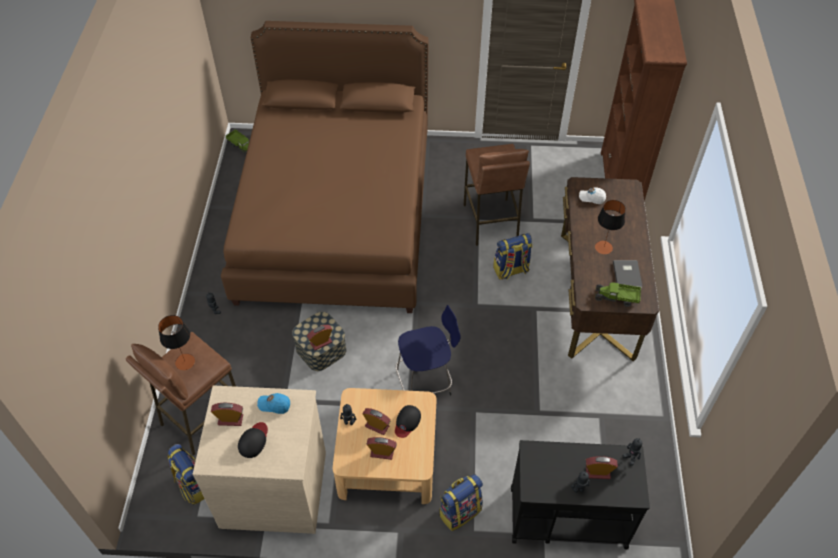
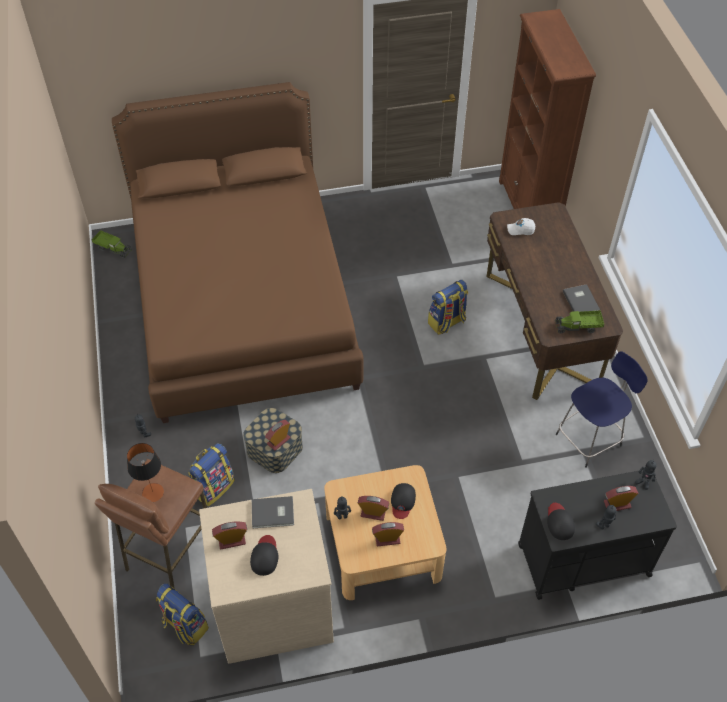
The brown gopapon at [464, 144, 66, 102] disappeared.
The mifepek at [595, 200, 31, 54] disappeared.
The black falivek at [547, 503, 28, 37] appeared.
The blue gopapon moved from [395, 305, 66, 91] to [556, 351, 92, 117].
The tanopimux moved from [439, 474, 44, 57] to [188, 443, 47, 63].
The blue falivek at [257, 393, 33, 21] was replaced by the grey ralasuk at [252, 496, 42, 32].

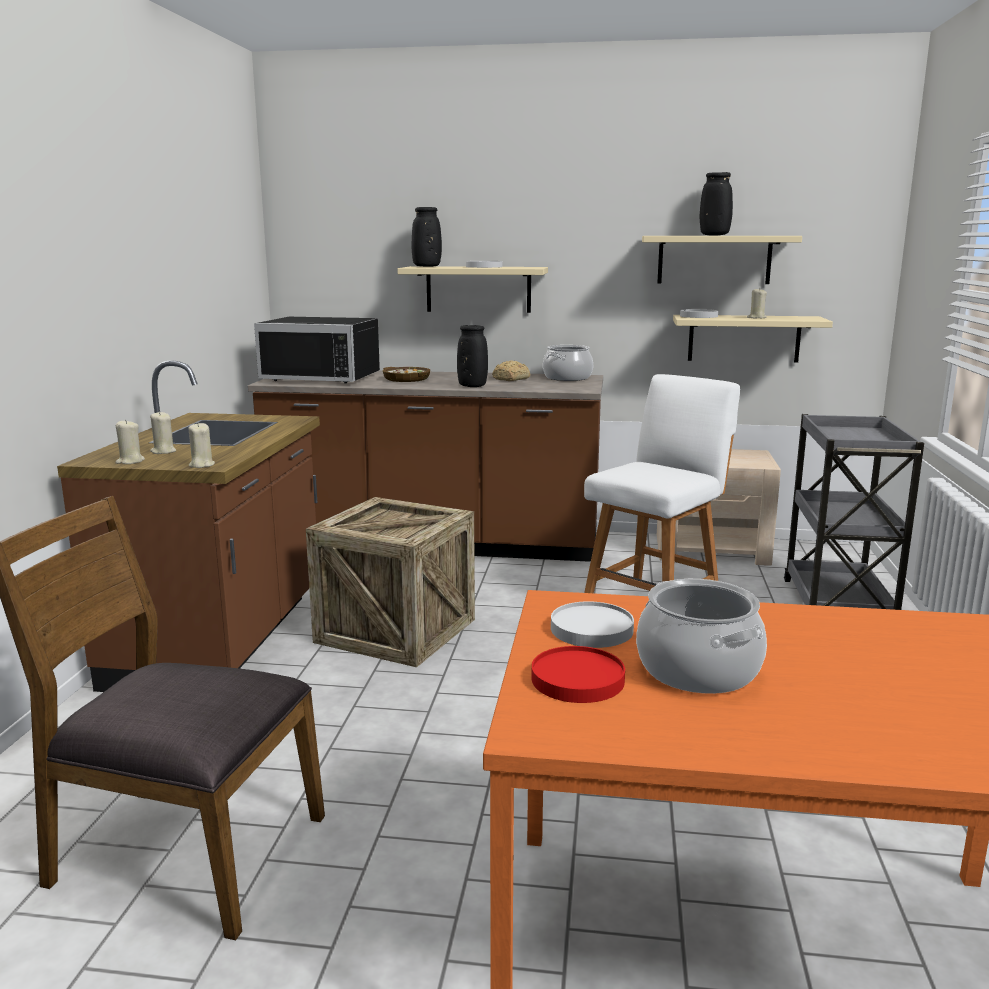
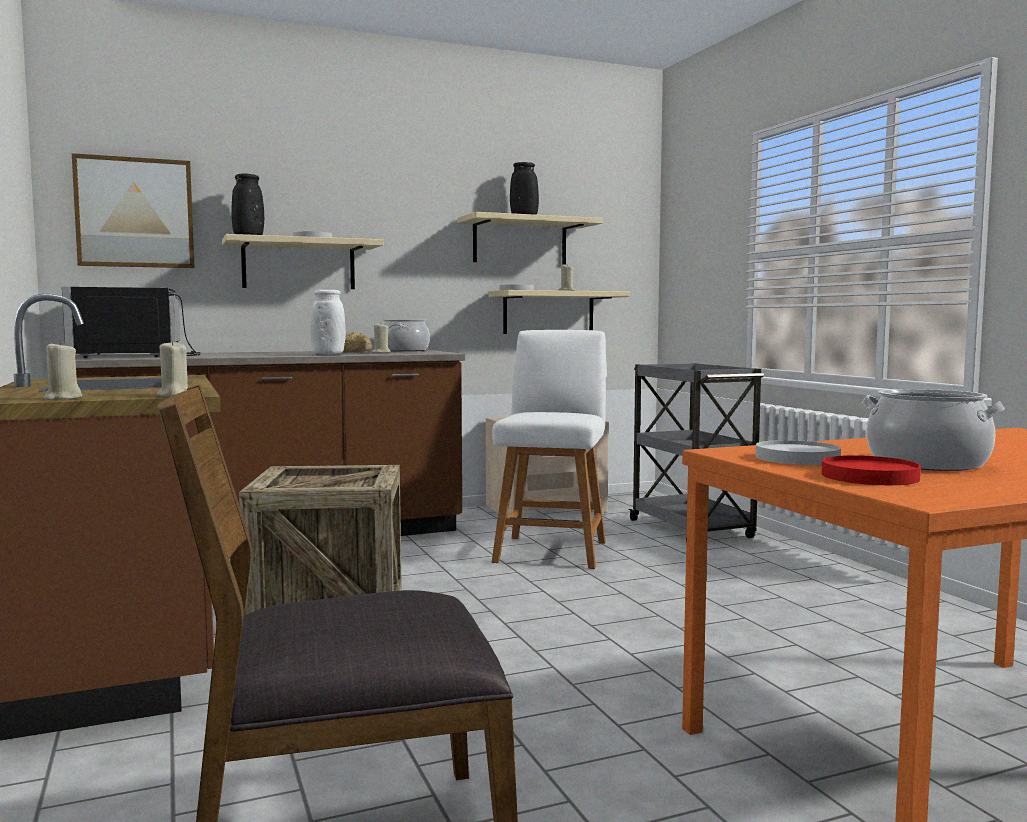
The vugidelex at [383, 367, 47, 15] disappeared.
The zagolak at [72, 153, 123, 115] appeared.
The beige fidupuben moved from [150, 411, 26, 43] to [371, 322, 20, 31].
The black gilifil at [457, 325, 31, 62] became the white gilifil at [311, 290, 35, 65].
The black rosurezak at [254, 317, 126, 67] turned 90 degrees clockwise.

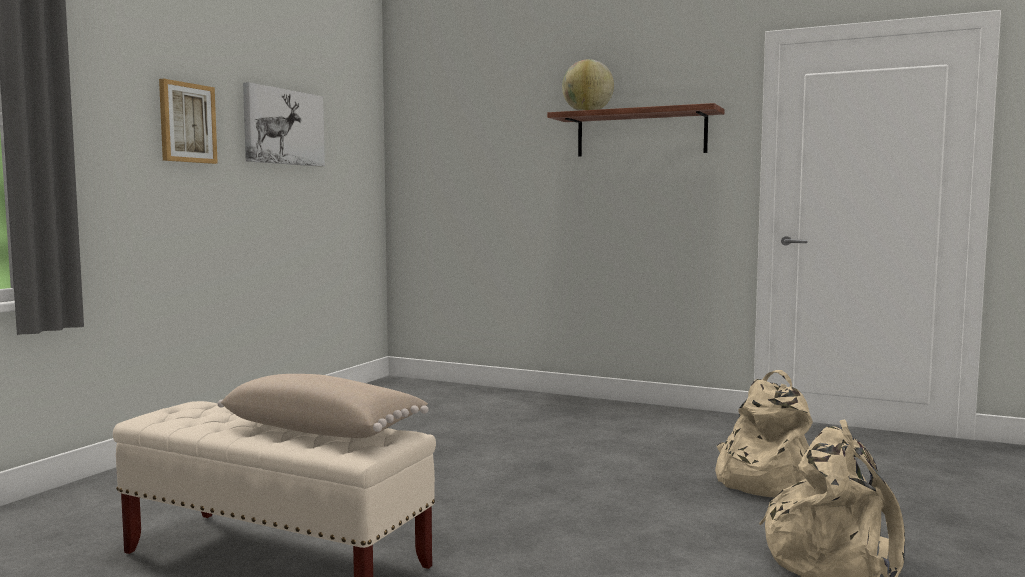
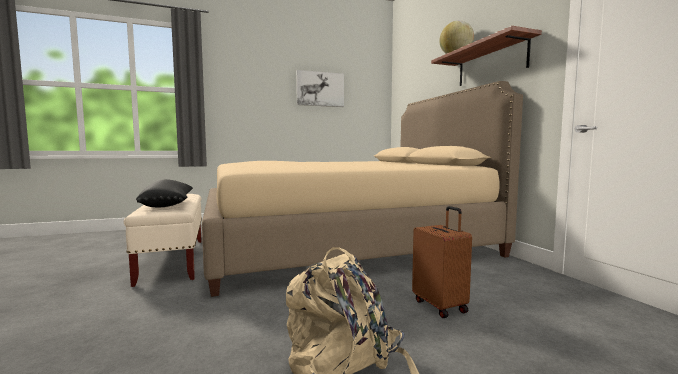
The zagolak at [159, 79, 59, 85] disappeared.
The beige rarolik at [202, 81, 321, 216] appeared.
The beige tanopimux at [715, 370, 98, 127] was replaced by the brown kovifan at [412, 206, 60, 112].
The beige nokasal at [218, 374, 211, 64] became the black nokasal at [136, 179, 57, 28].

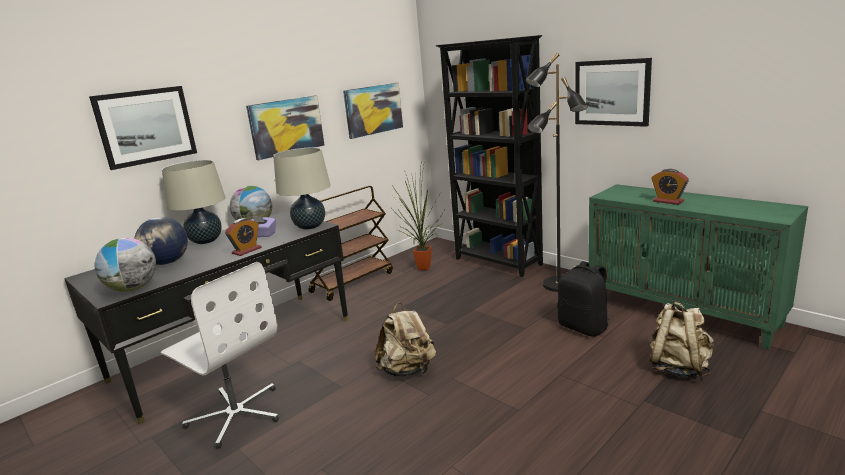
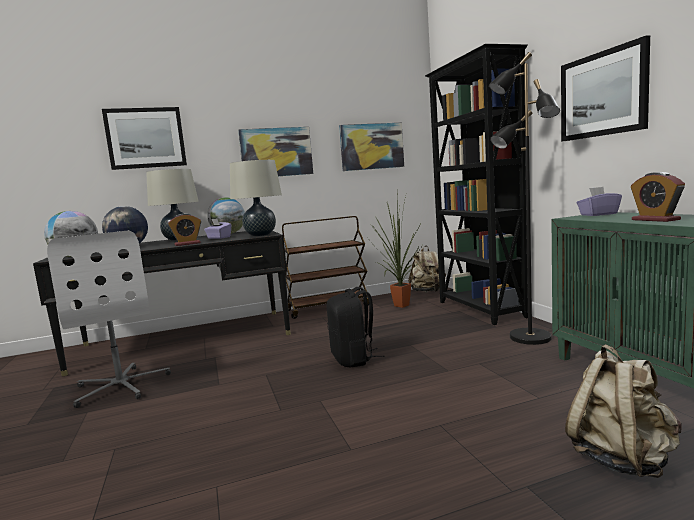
The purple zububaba at [577, 187, 45, 29] appeared.
The beige tanopimux moved from [374, 302, 62, 75] to [408, 246, 38, 47].
The black tanopimux moved from [557, 261, 52, 76] to [326, 287, 59, 80].

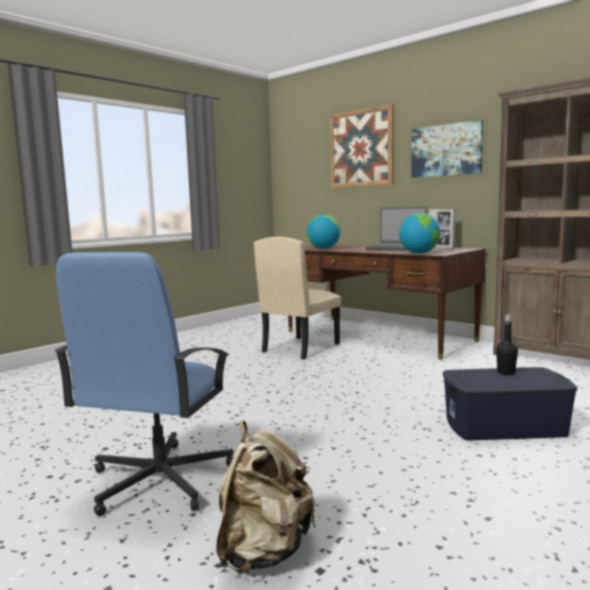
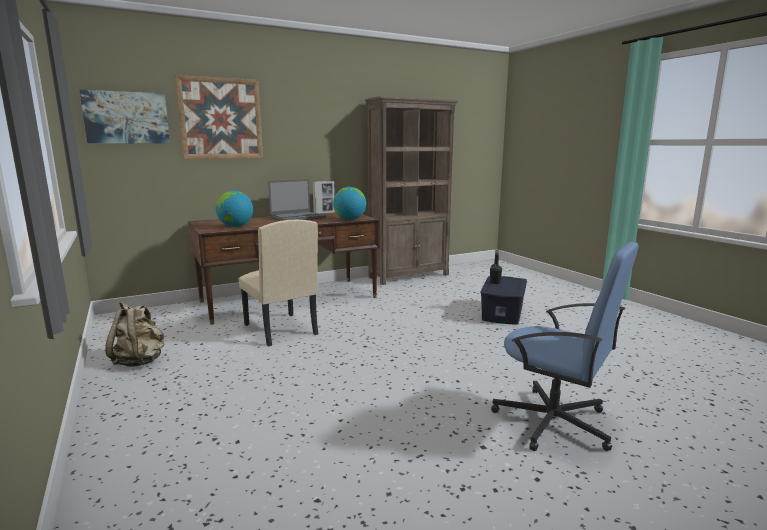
The beige tanopimux moved from [216, 420, 100, 153] to [105, 301, 59, 66].
The zagolak moved from [411, 120, 72, 58] to [80, 90, 90, 53].

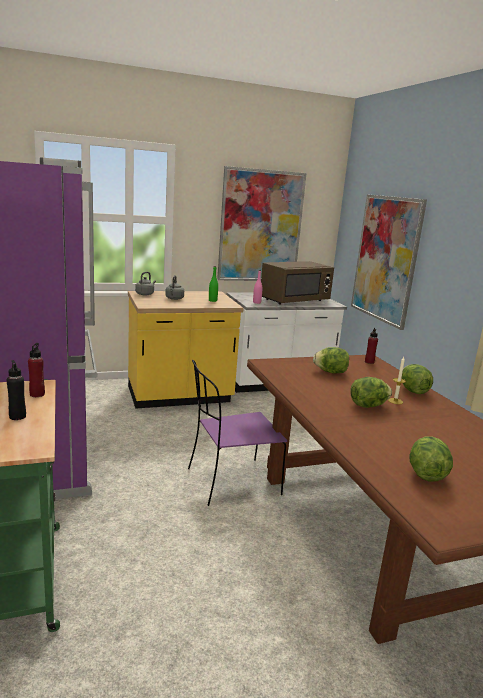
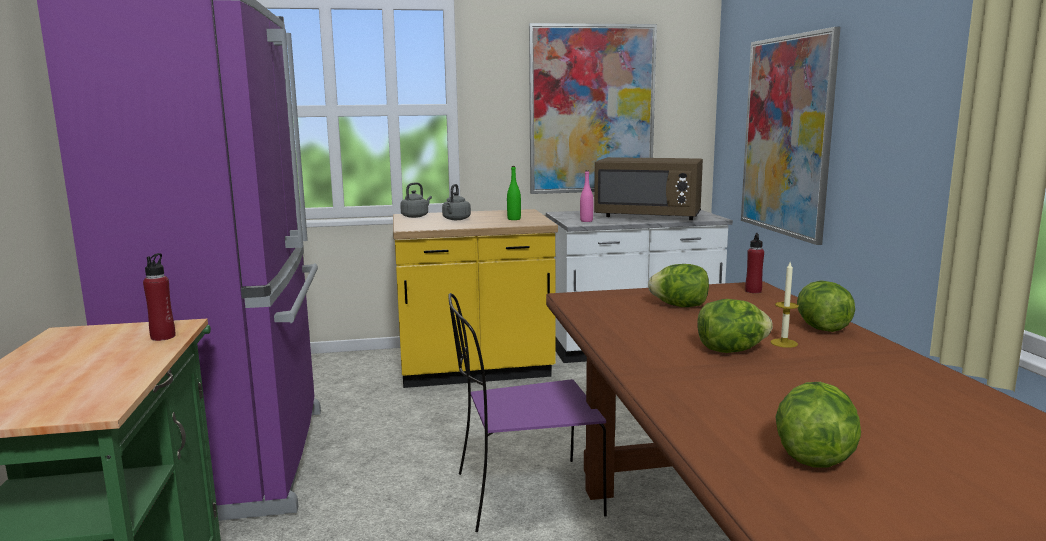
The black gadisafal at [7, 360, 19, 60] disappeared.
The brown rosurezak at [261, 261, 73, 43] turned 45 degrees clockwise.

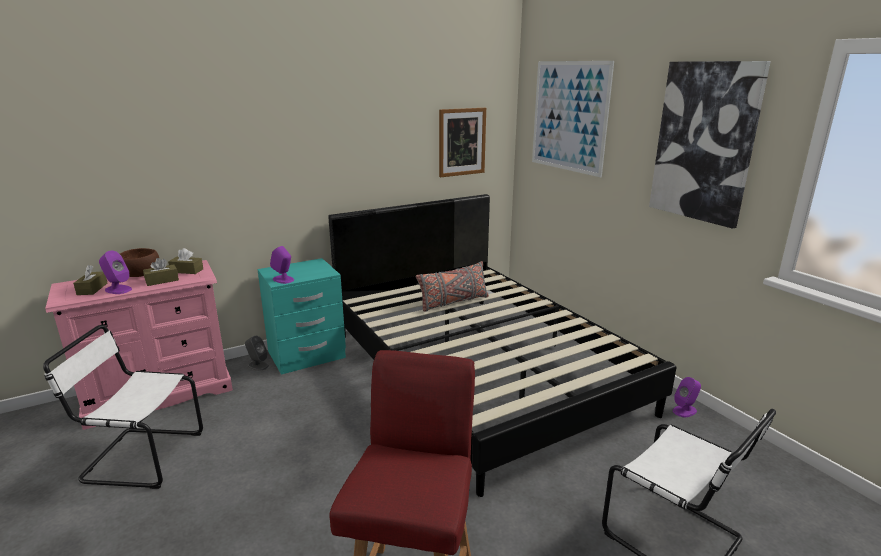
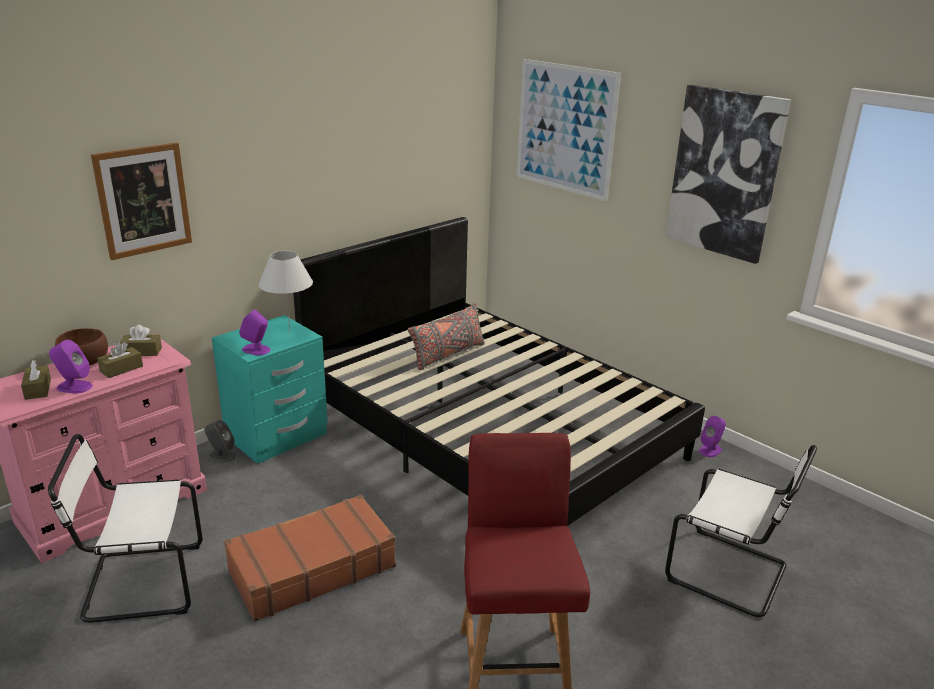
The brown kovifan at [224, 495, 172, 127] appeared.
The white mifepek at [258, 251, 55, 81] appeared.
The zagolak moved from [439, 108, 47, 69] to [91, 143, 101, 117].

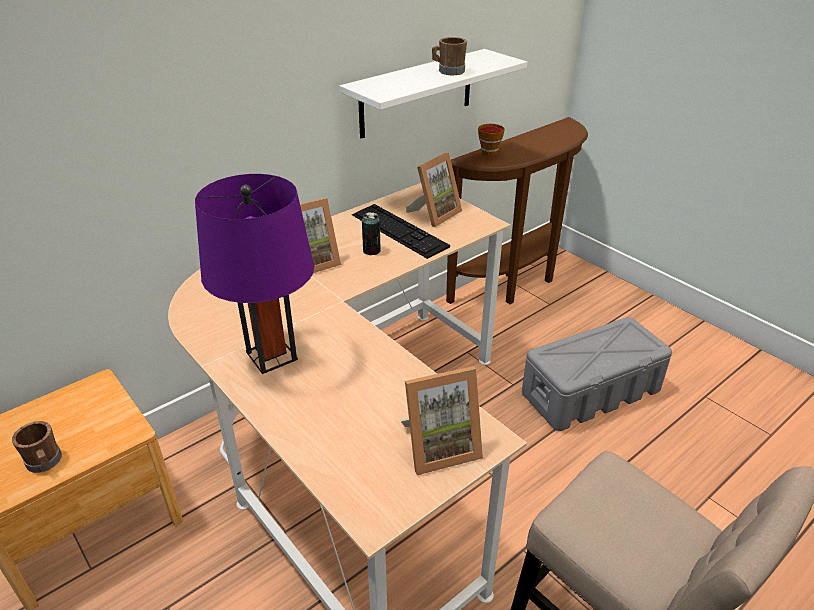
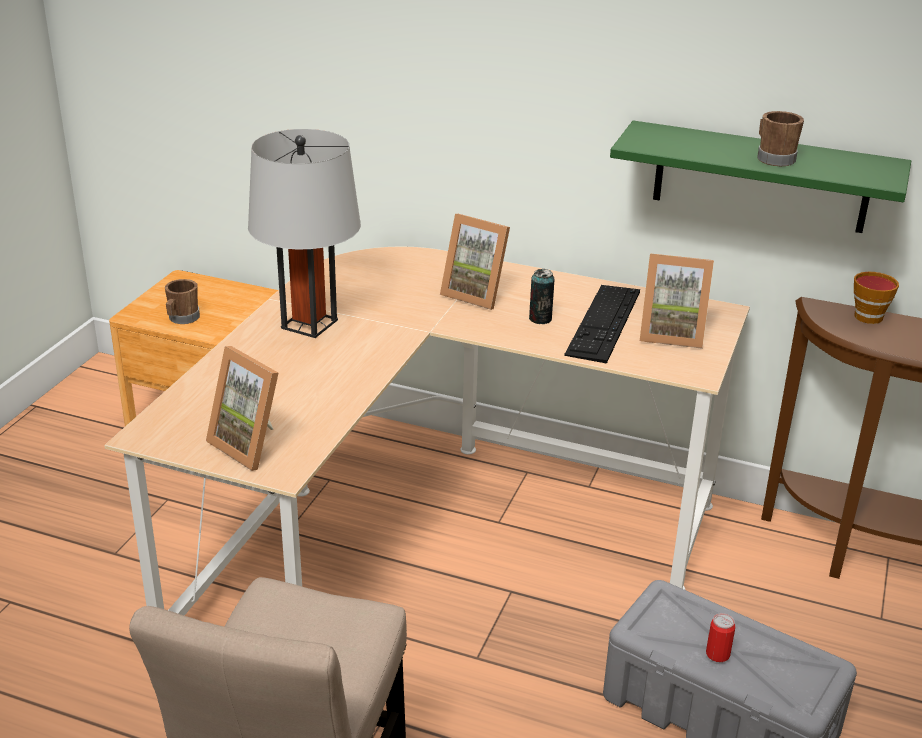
The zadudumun at [706, 613, 29, 49] appeared.
The purple mifepek at [195, 174, 119, 200] became the grey mifepek at [248, 129, 113, 209].
The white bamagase at [339, 49, 188, 89] became the green bamagase at [610, 120, 301, 113].

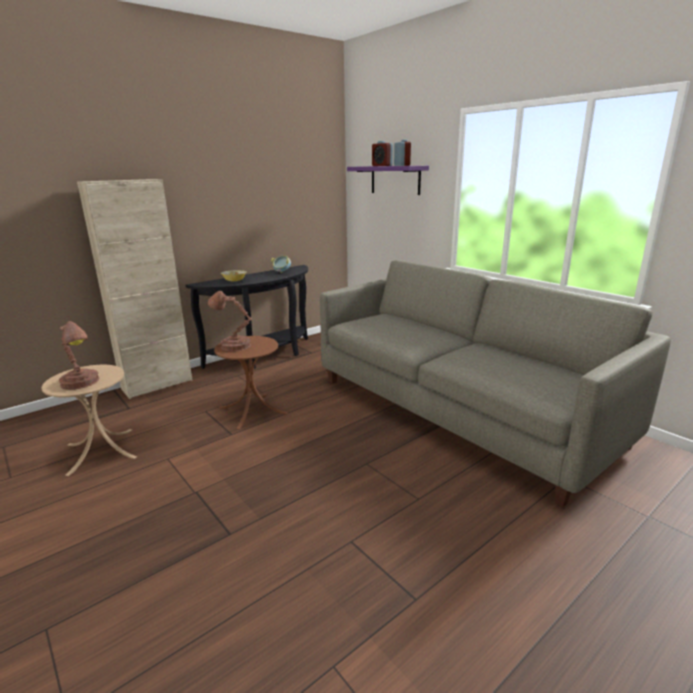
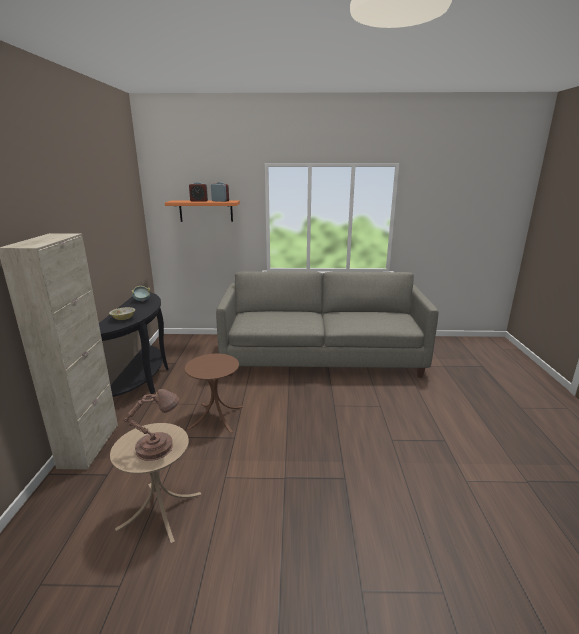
The brown mifepek at [208, 291, 44, 61] disappeared.
The purple bamagase at [347, 166, 82, 29] became the orange bamagase at [165, 200, 75, 22].

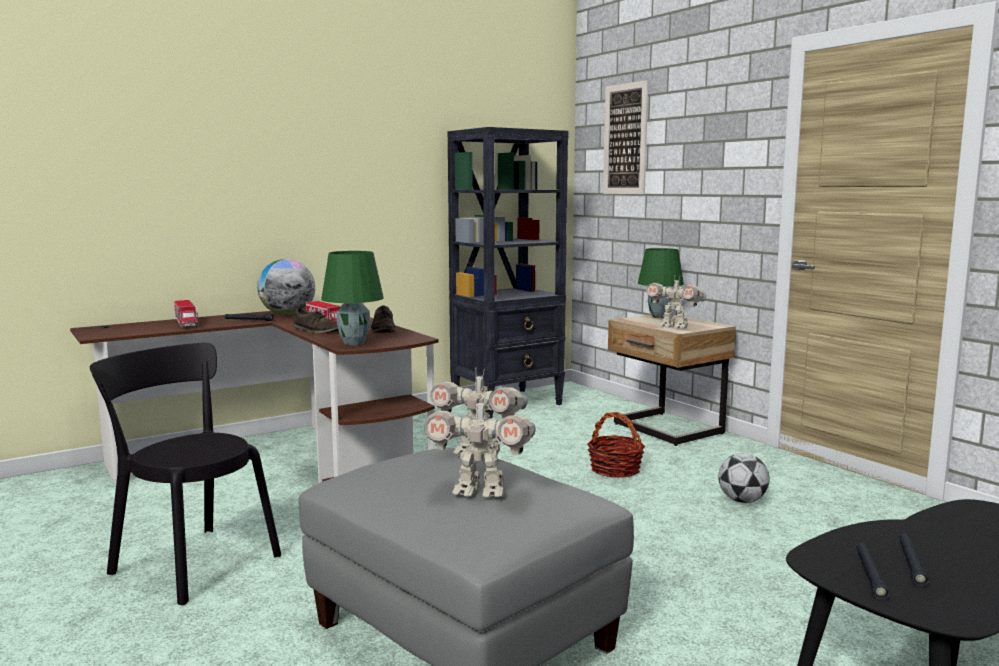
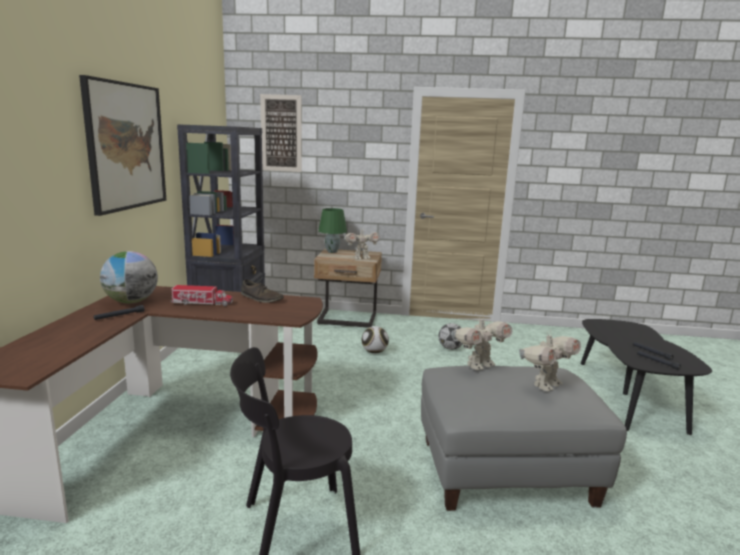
The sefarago at [174, 300, 24, 28] disappeared.
The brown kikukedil at [293, 308, 46, 26] disappeared.
The green mifepek at [321, 251, 63, 94] disappeared.
The zagolak at [79, 75, 87, 141] appeared.
The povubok at [587, 412, 58, 66] was replaced by the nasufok at [362, 326, 27, 28].

